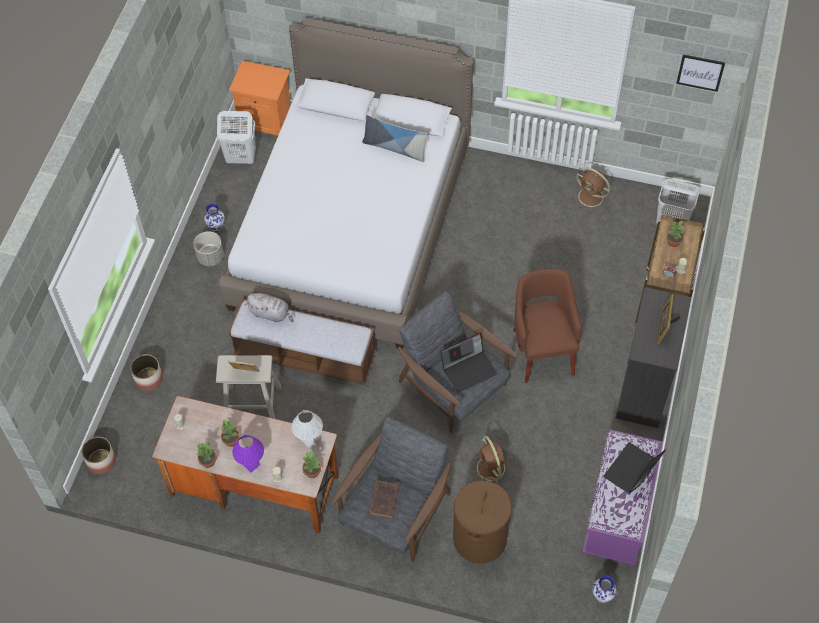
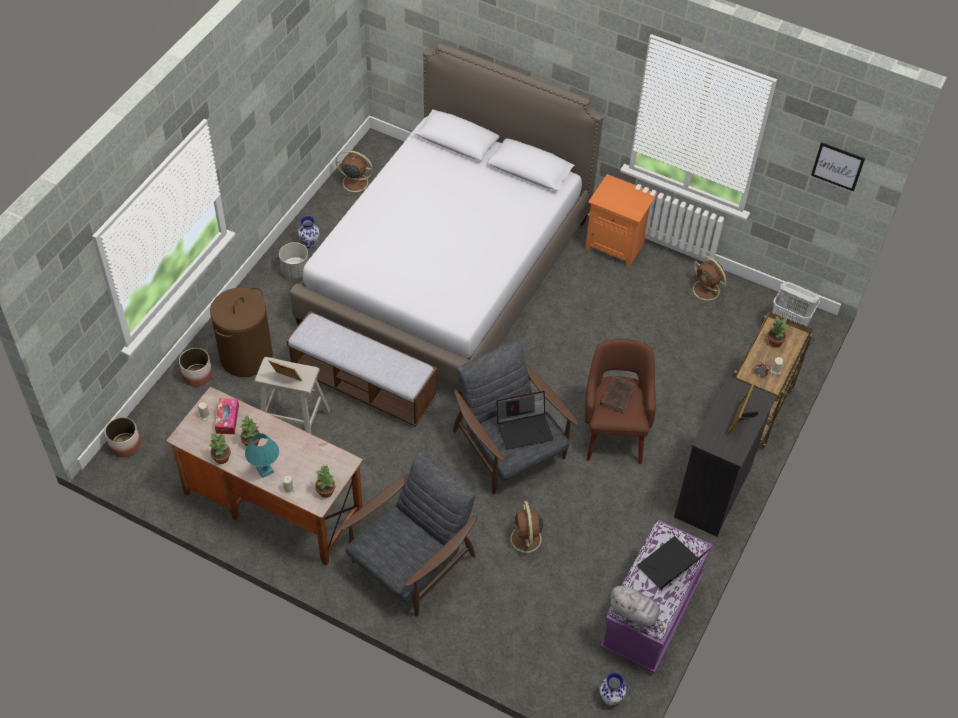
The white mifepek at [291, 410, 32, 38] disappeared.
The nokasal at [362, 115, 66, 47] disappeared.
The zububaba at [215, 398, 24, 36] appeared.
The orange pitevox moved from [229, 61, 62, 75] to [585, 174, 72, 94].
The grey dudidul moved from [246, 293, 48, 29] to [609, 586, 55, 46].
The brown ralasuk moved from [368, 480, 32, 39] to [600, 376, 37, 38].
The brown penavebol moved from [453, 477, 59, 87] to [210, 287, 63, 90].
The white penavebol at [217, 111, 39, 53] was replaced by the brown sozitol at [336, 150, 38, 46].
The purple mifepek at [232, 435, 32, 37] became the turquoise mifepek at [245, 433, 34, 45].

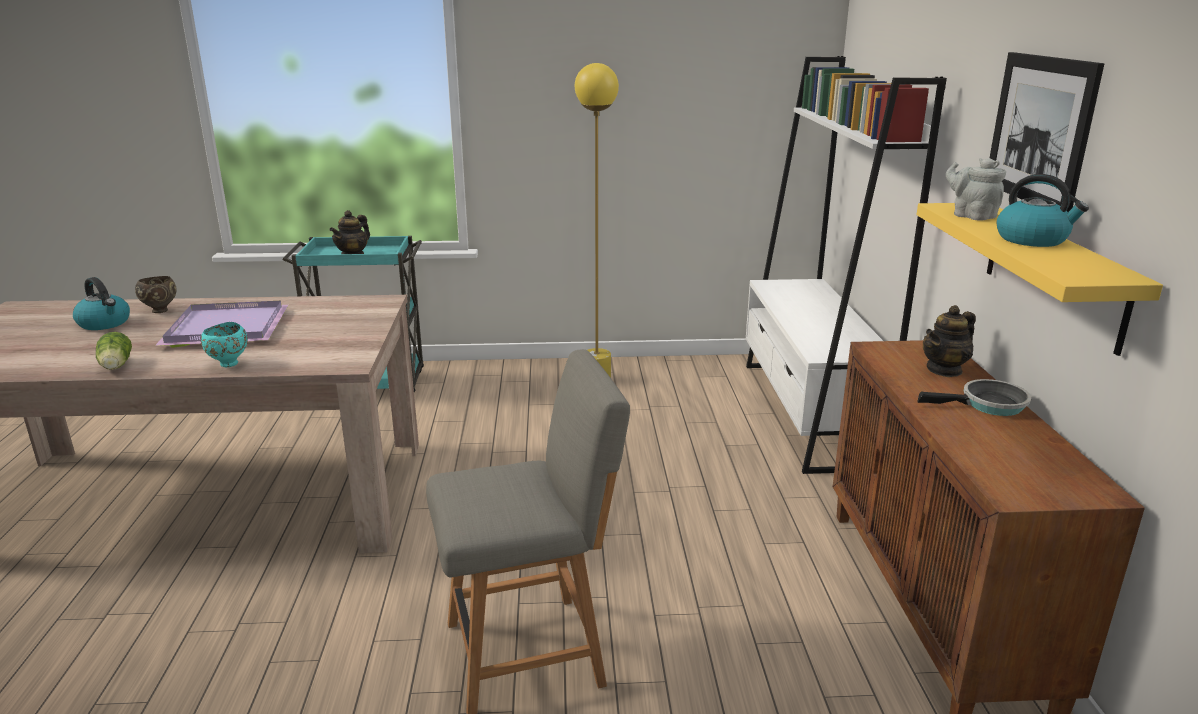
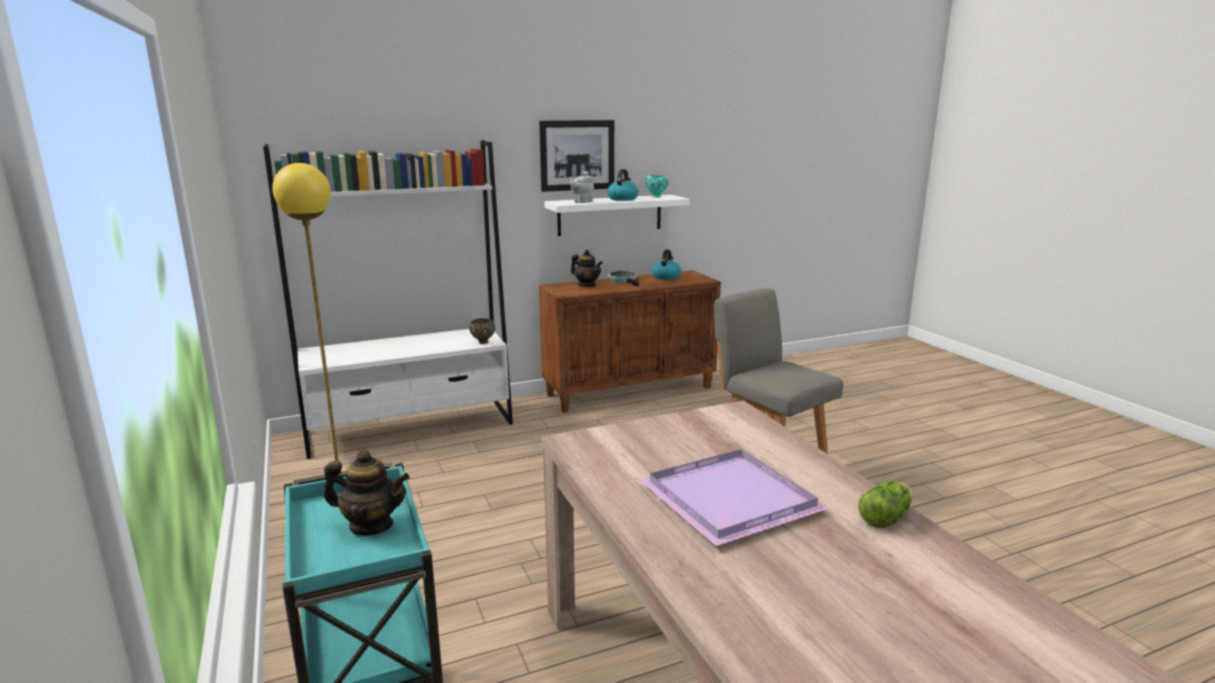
The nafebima moved from [73, 277, 57, 53] to [652, 249, 29, 31].
The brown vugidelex moved from [135, 276, 41, 37] to [469, 318, 26, 26].
The turquoise vugidelex moved from [201, 322, 47, 45] to [645, 175, 24, 22].
The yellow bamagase at [916, 203, 247, 153] became the white bamagase at [544, 195, 146, 41].

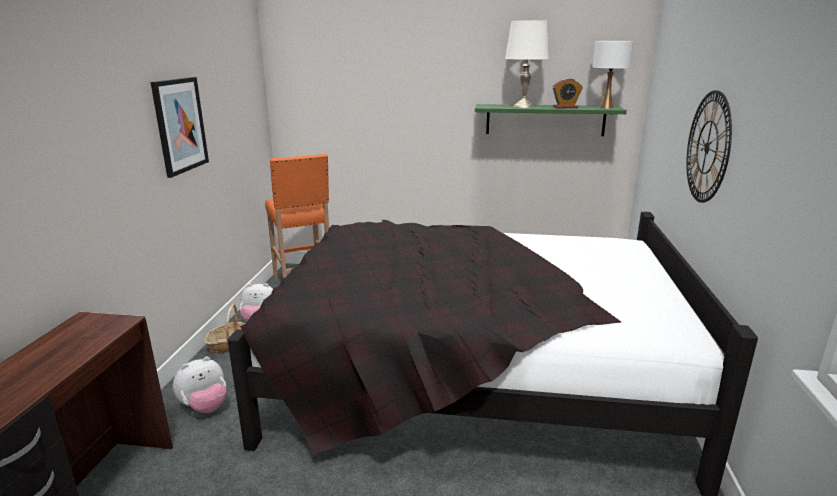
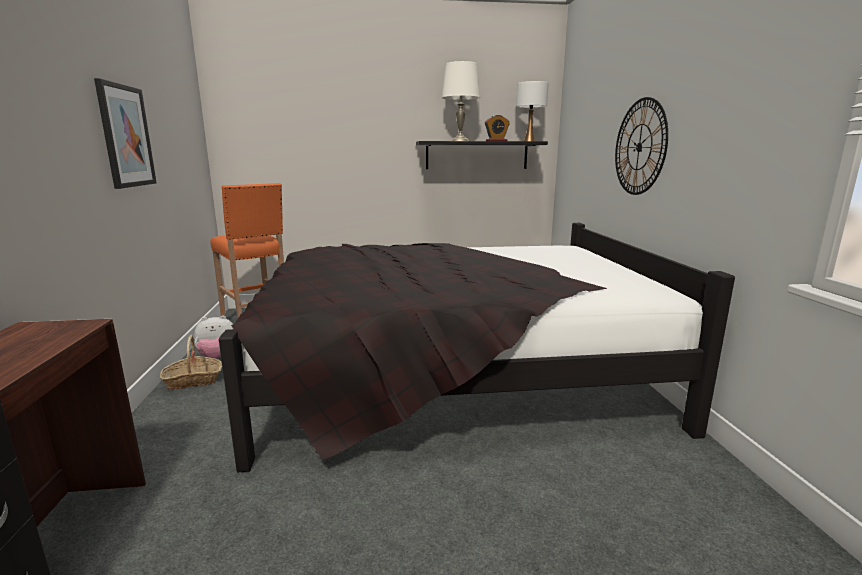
The dudidul at [173, 357, 53, 56] disappeared.
The green bamagase at [475, 104, 152, 32] became the black bamagase at [416, 141, 132, 28].

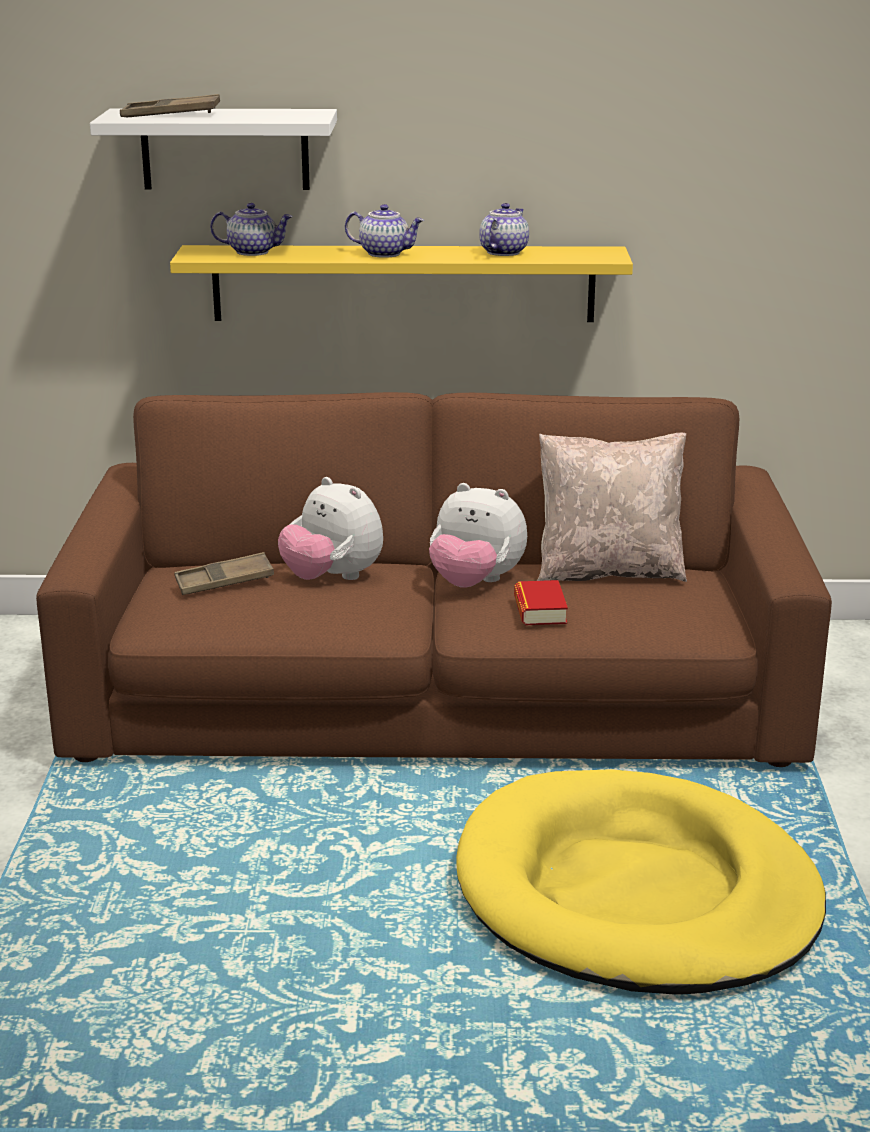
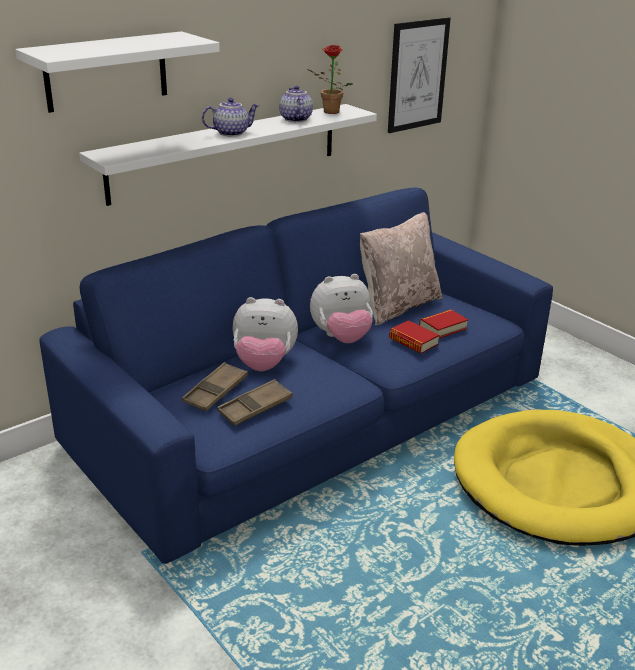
The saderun at [210, 203, 83, 53] disappeared.
The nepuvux at [307, 45, 46, 69] appeared.
The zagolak at [388, 17, 63, 116] appeared.
The ralasuk at [419, 310, 49, 29] appeared.
The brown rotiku moved from [120, 94, 100, 23] to [217, 379, 76, 47].
The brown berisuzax at [36, 392, 796, 375] became the blue berisuzax at [39, 188, 514, 376].
The yellow bamagase at [170, 245, 463, 77] became the white bamagase at [79, 104, 298, 102].

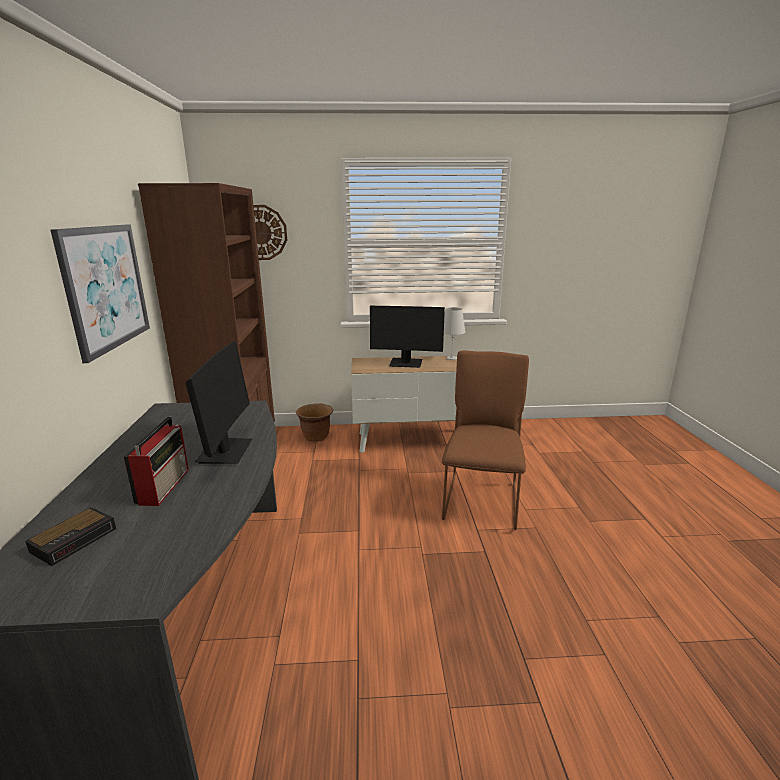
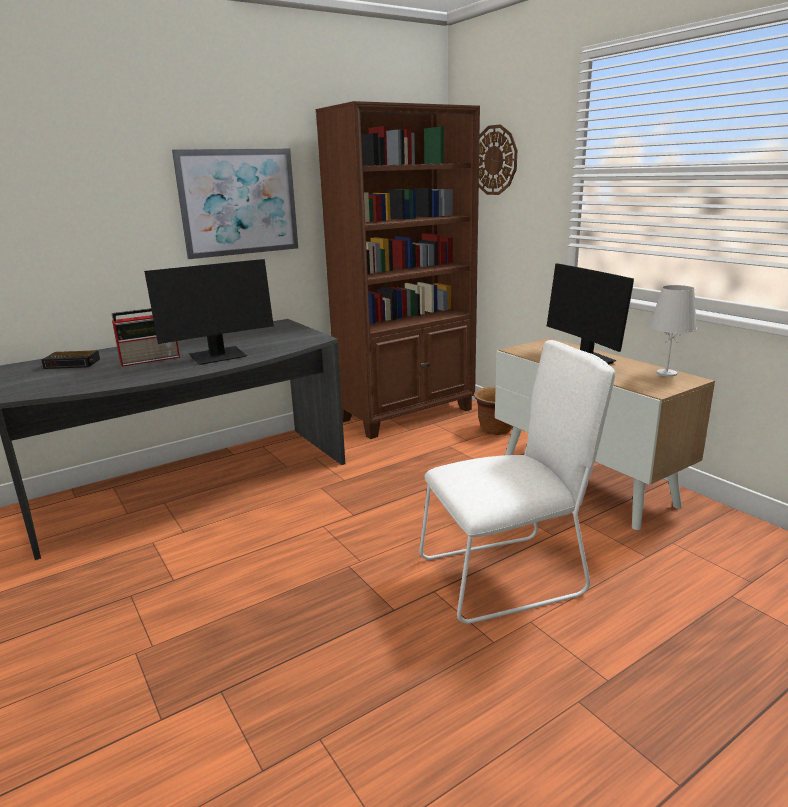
The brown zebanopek at [442, 351, 87, 179] became the white zebanopek at [419, 340, 196, 284].

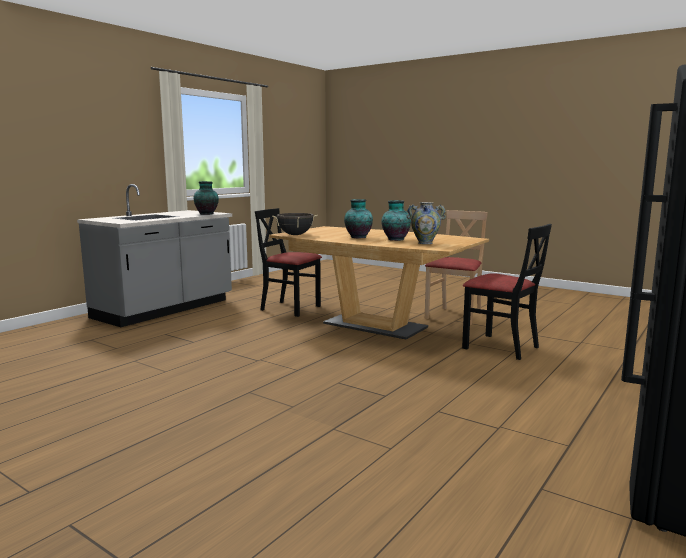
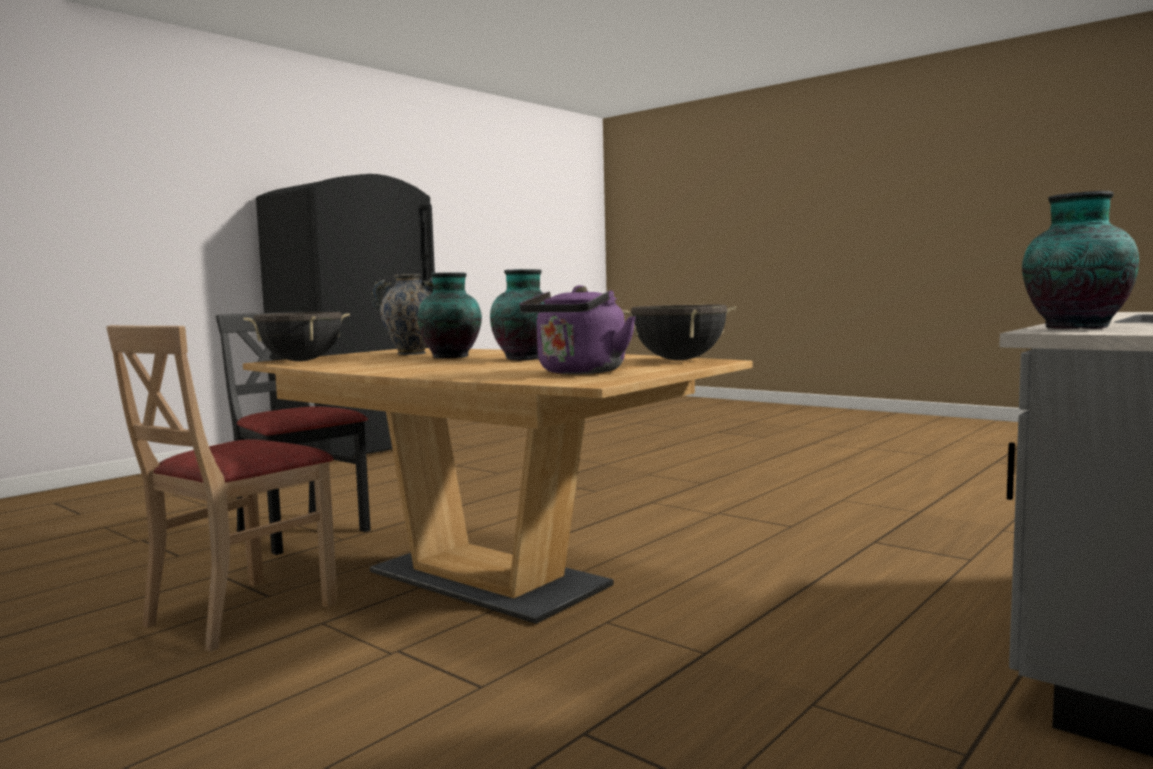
The black zebanopek at [255, 208, 67, 109] disappeared.
The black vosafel at [243, 312, 107, 49] appeared.
The purple nafebima at [519, 285, 117, 89] appeared.

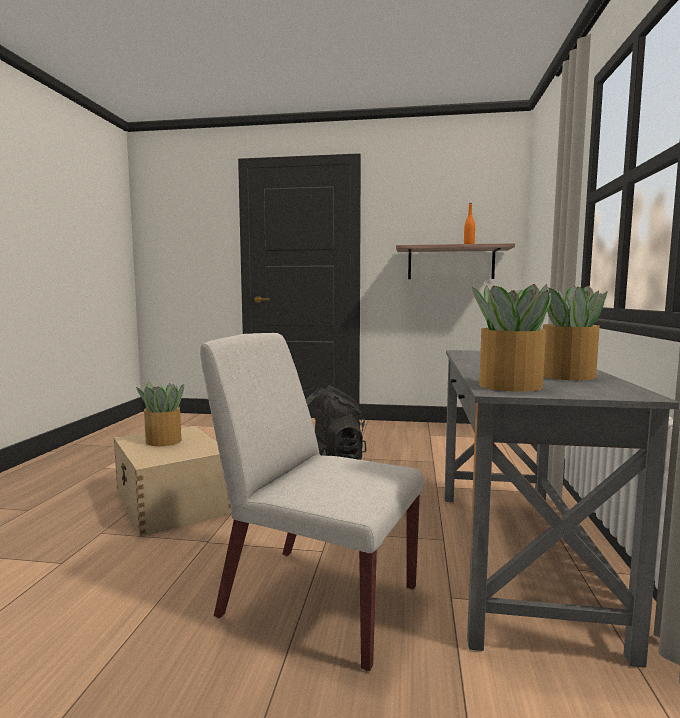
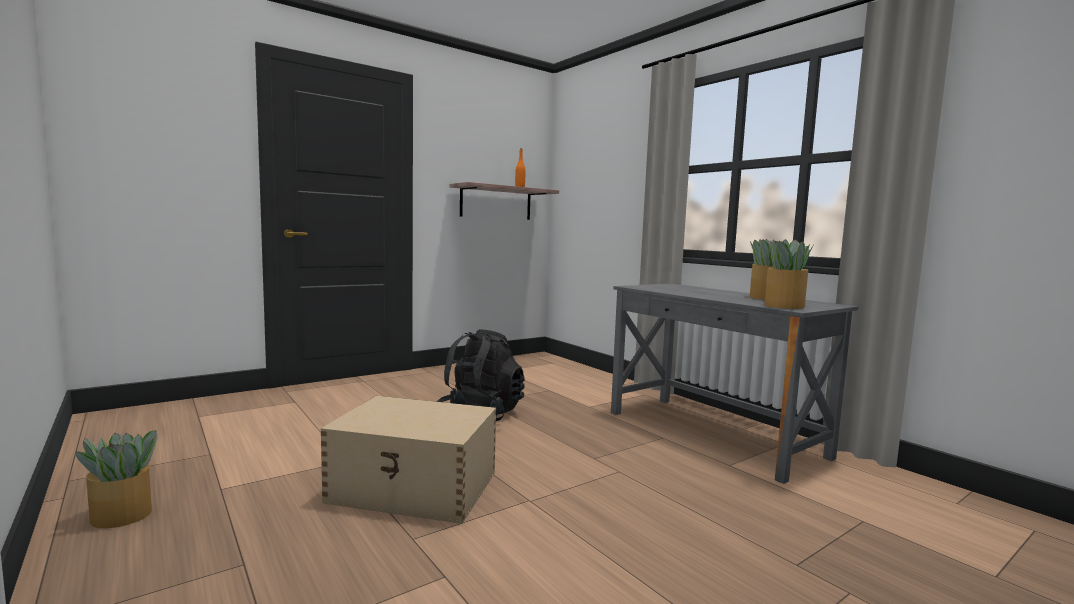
The white zebanopek at [200, 333, 224, 338] disappeared.
The nepuvux moved from [136, 381, 48, 65] to [76, 430, 82, 98].

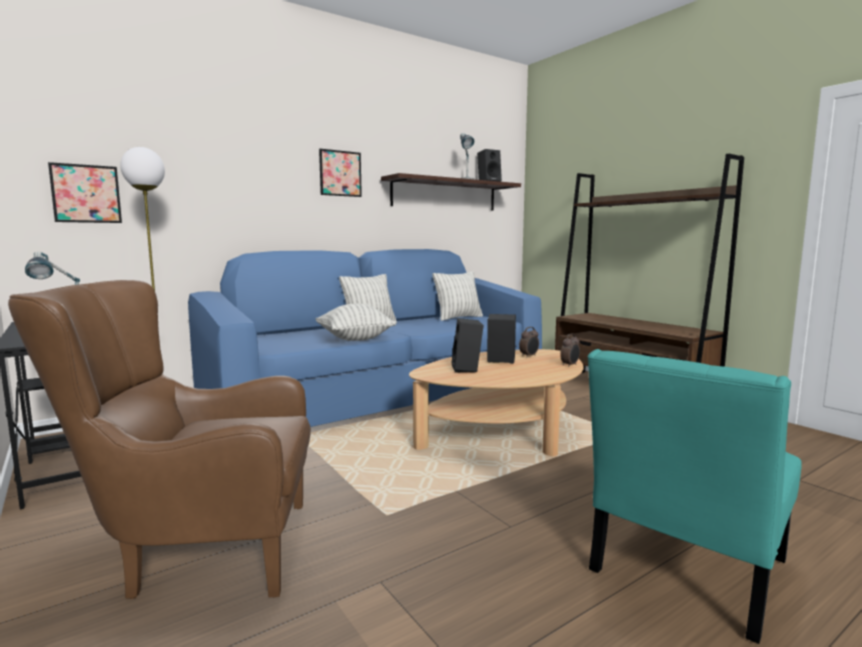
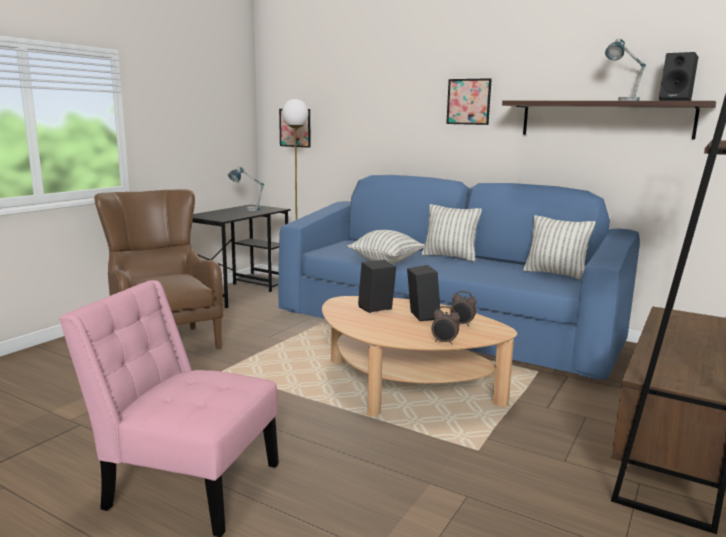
The turquoise zebanopek at [587, 349, 215, 295] became the pink zebanopek at [59, 280, 220, 257].

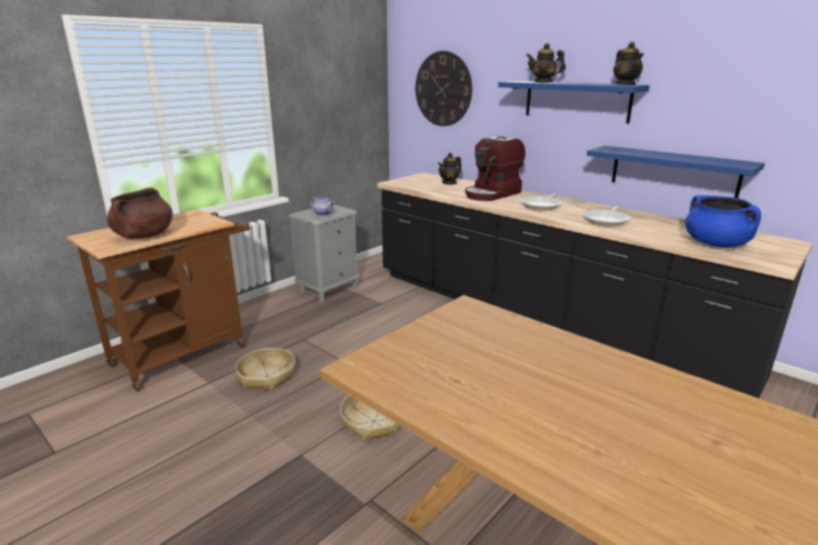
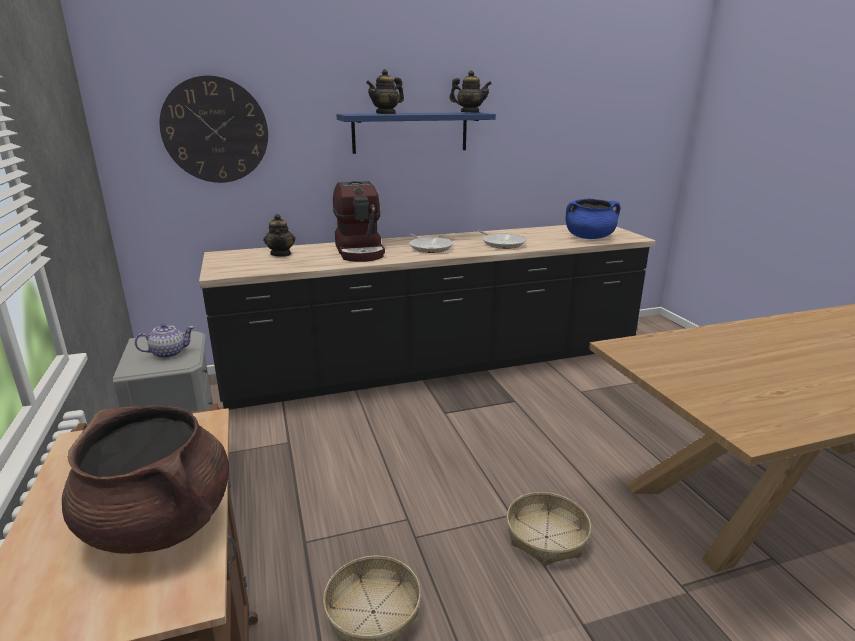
The blue bamagase at [587, 146, 178, 52] disappeared.

